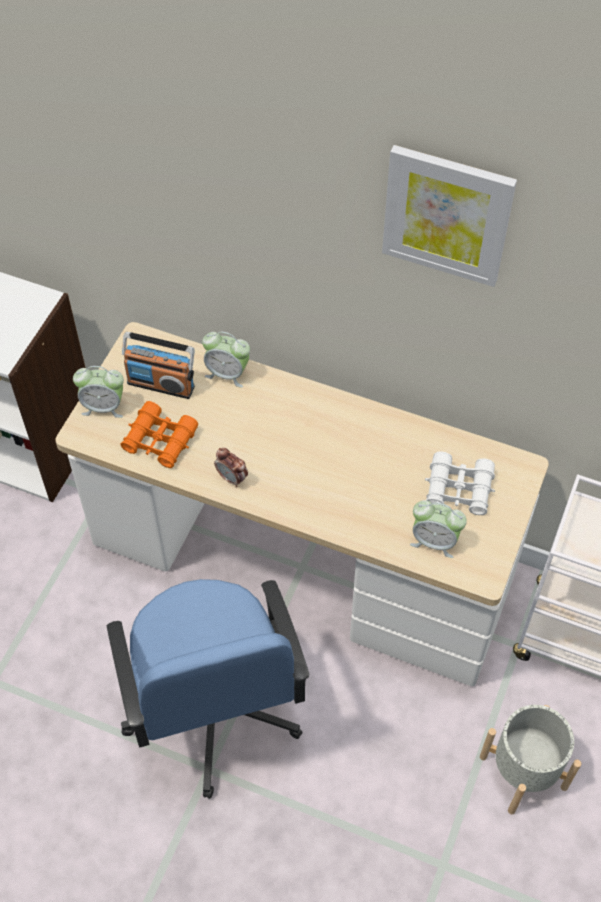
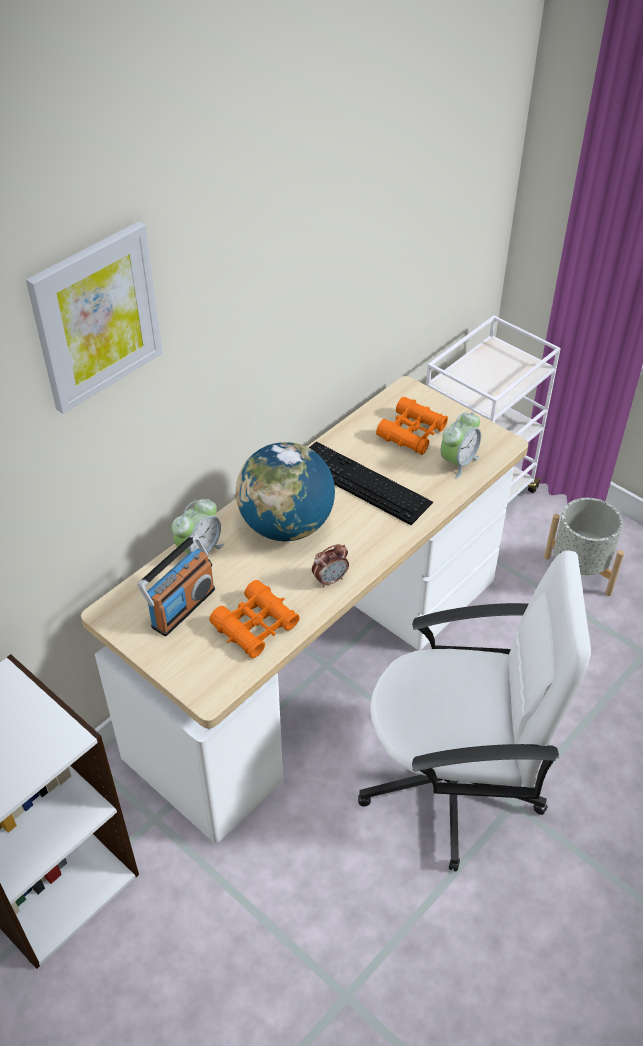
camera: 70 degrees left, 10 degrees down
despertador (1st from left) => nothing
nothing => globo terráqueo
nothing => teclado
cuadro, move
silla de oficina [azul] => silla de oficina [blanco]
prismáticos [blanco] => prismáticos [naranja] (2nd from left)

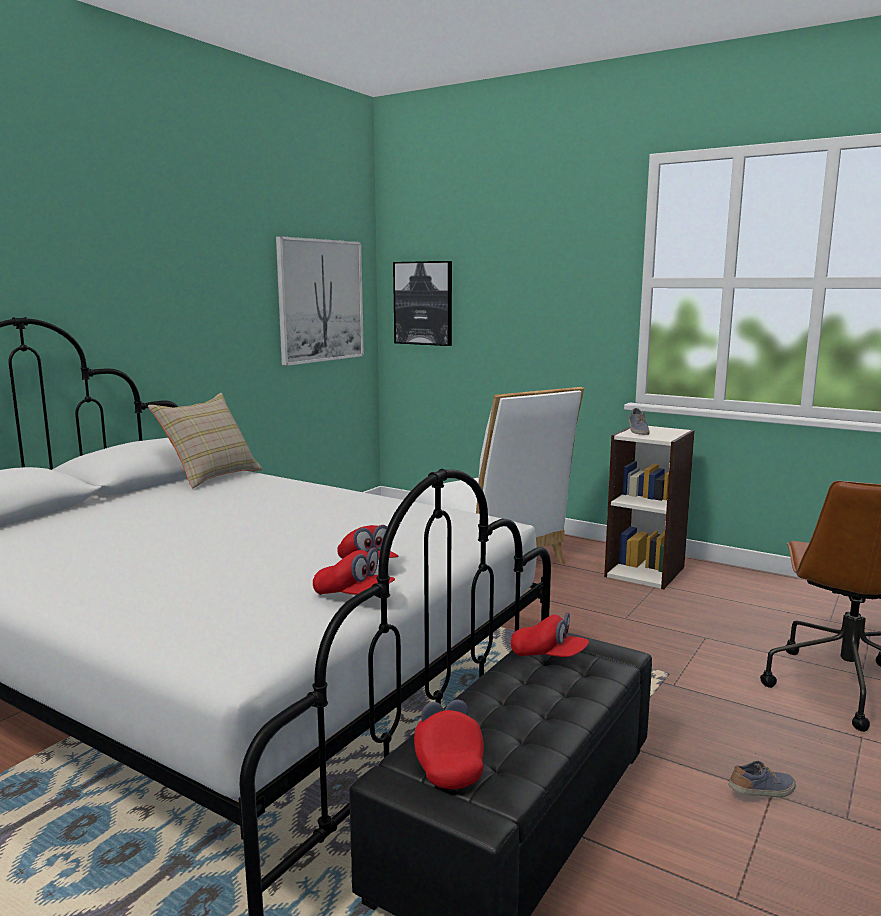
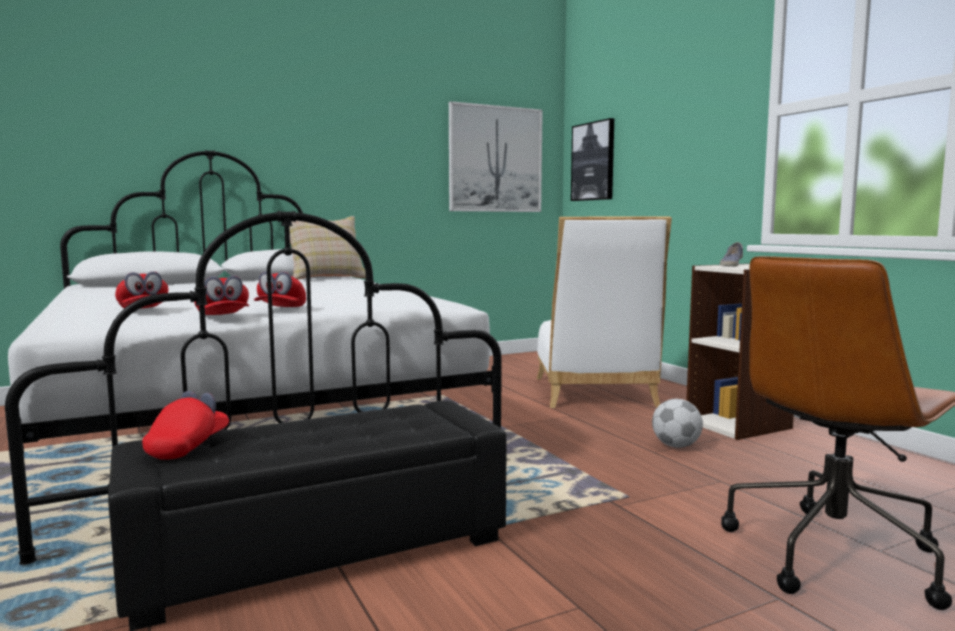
camera: 30 degrees right, 5 degrees down
zapato (2nd from left) => nothing
nothing => balón de fútbol
gorra [rojo] (4th from left in the first image) => gorra [rojo] (1st from left), move

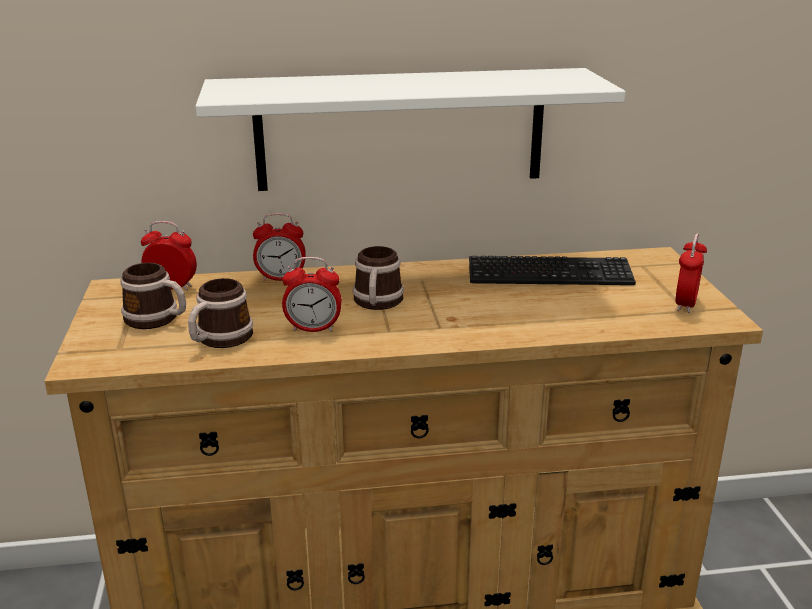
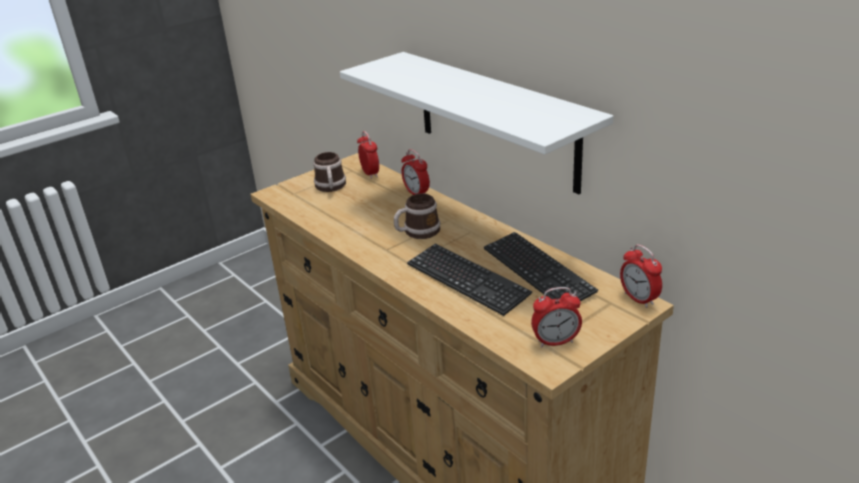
camera: 60 degrees right, 5 degrees up
taza grande (2nd from left) => nothing
nothing => teclado (1st from left)
despertador (3rd from left in the first image) => despertador (4th from left), move

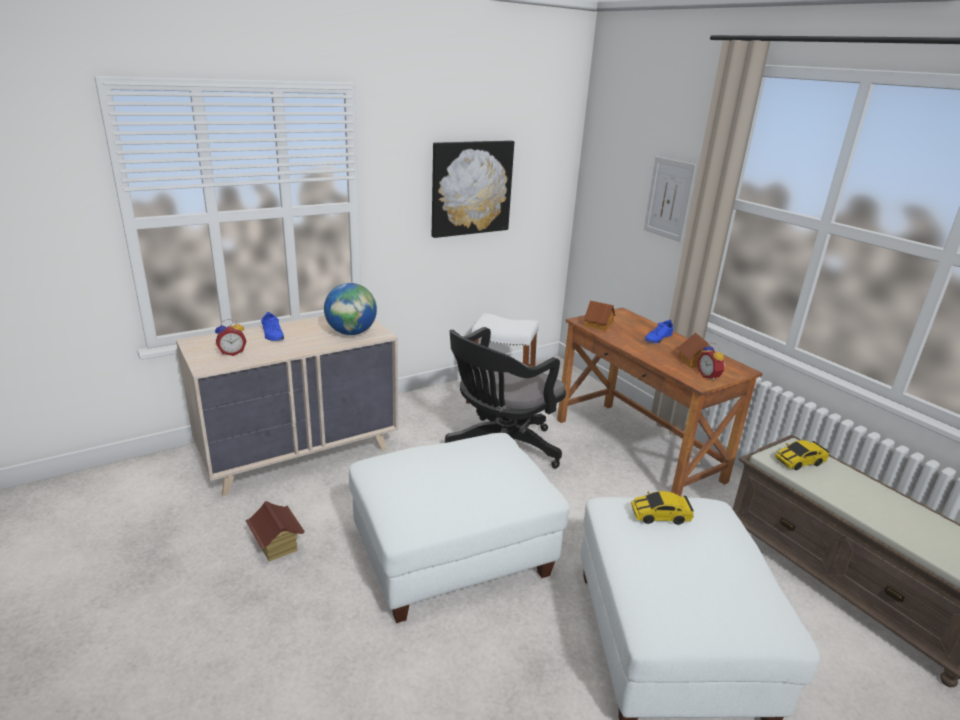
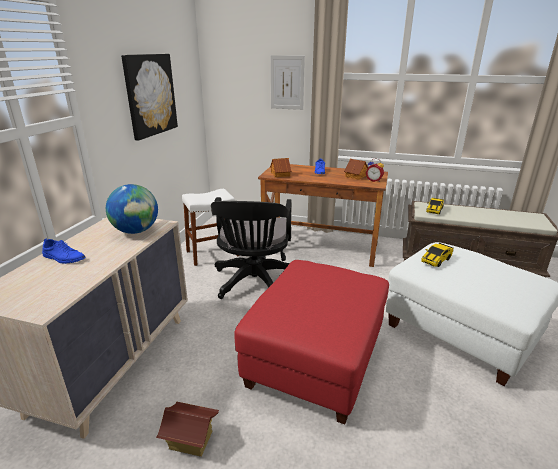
camera: 40 degrees left, 0 degrees up
despertador (1st from left) => nothing
puf [blanco] (1st from left) => puf [rojo]

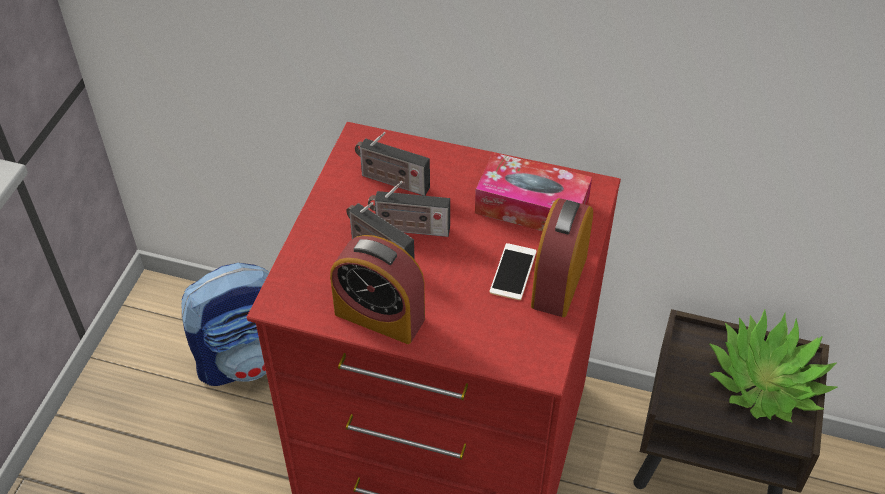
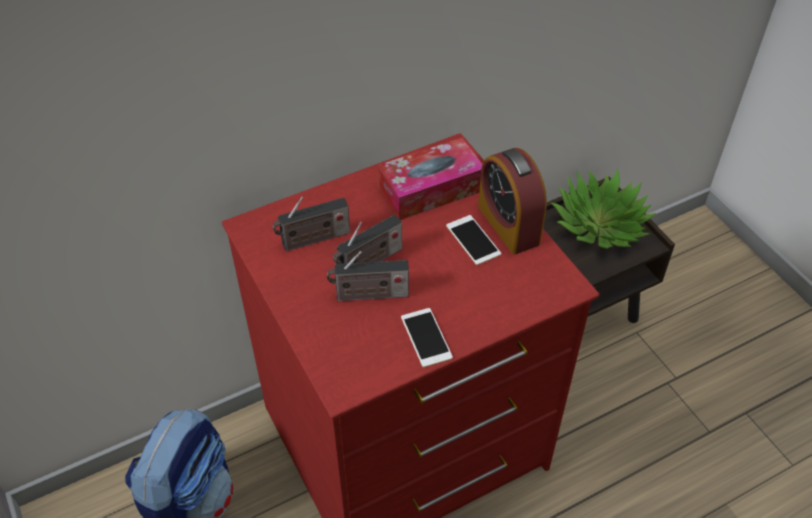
camera: 45 degrees left, 0 degrees up
despertador (1st from left) => móvil (1st from left)

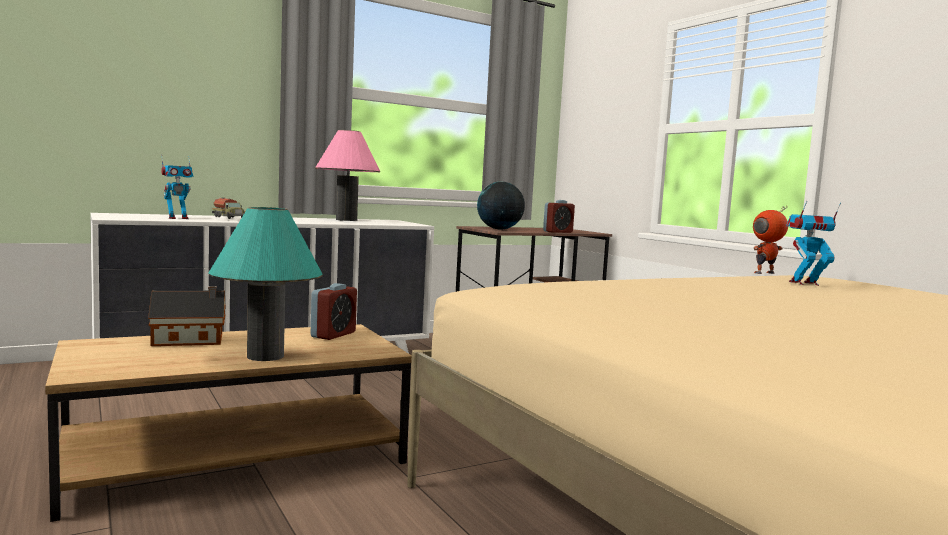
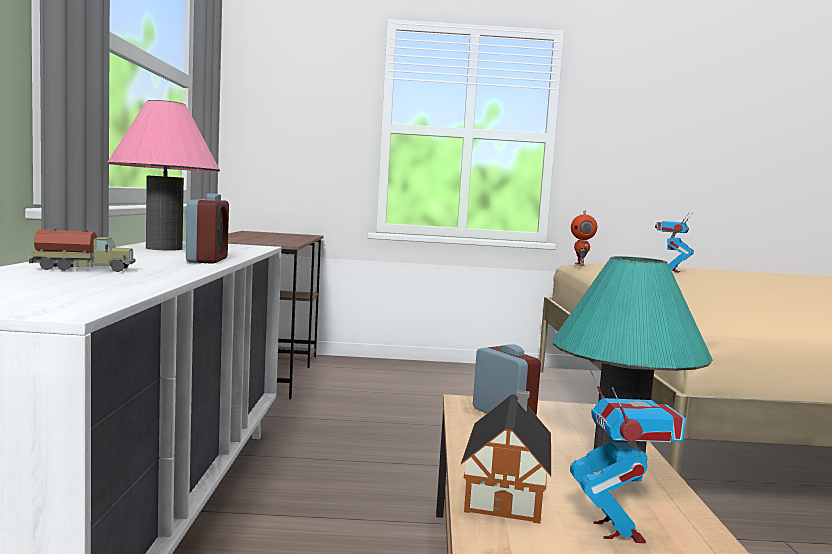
camera: 60 degrees left, 0 degrees up
globo terráqueo => nothing
robot de juguete (1st from left in the first image) => robot de juguete (2nd from left), move
despertador (2nd from left in the first image) => despertador (1st from left), move

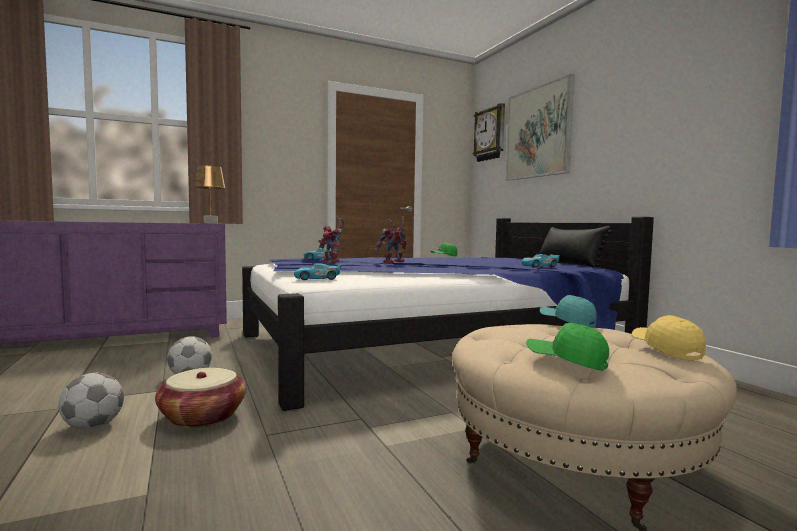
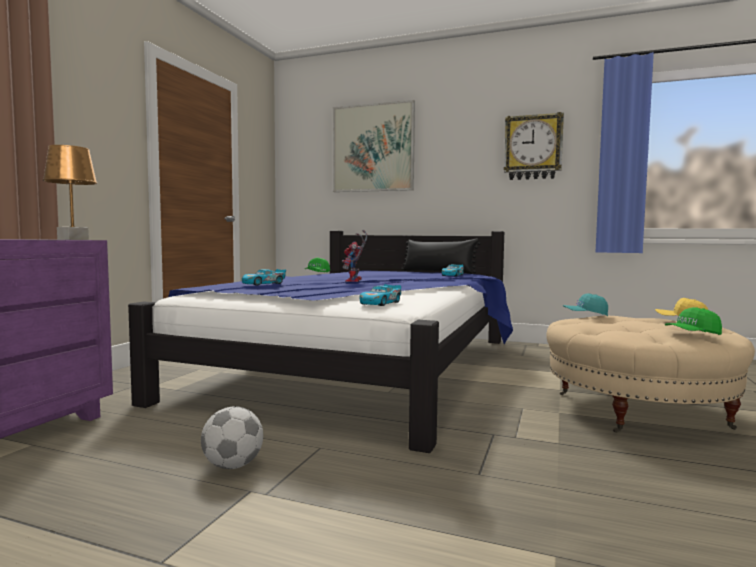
camera: 45 degrees left, 0 degrees up
balón de fútbol (1st from left) => nothing
cesta => nothing
robot de juguete (1st from left) => nothing
reloj de pared, move

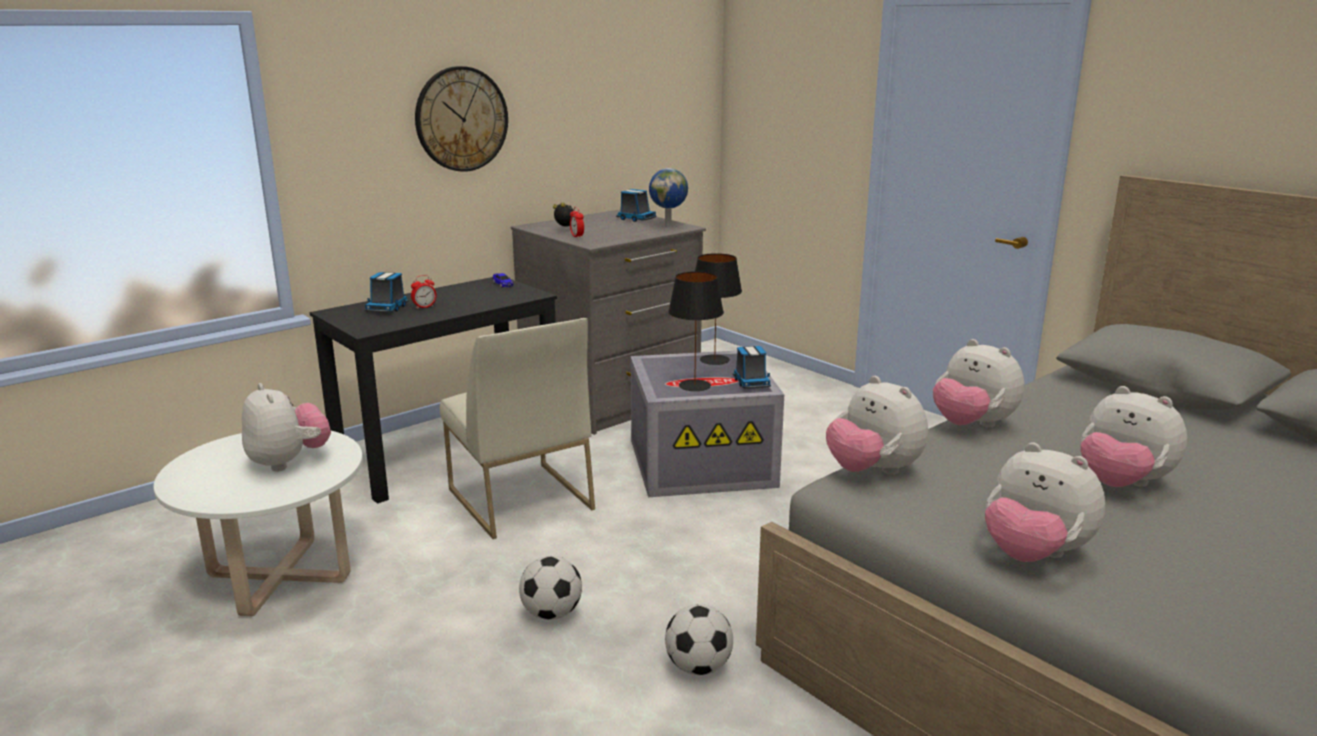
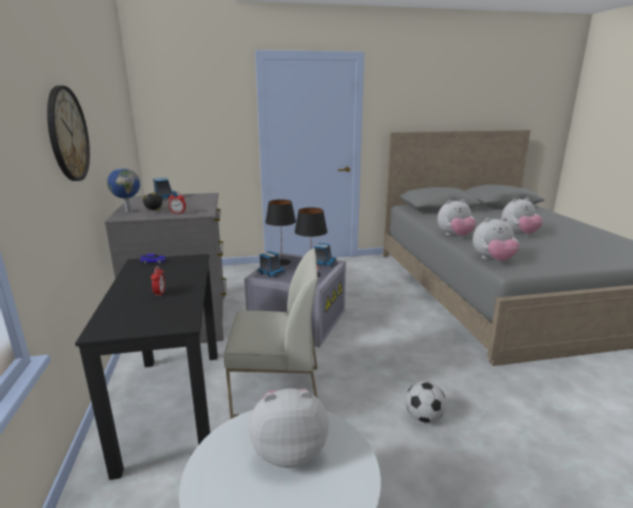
camera: 60 degrees left, 0 degrees up
balón de fútbol (2nd from left) => nothing
peluche (4th from left) => nothing
camión de juguete (1st from left in the first image) => camión de juguete (2nd from left), move
globo terráqueo, move

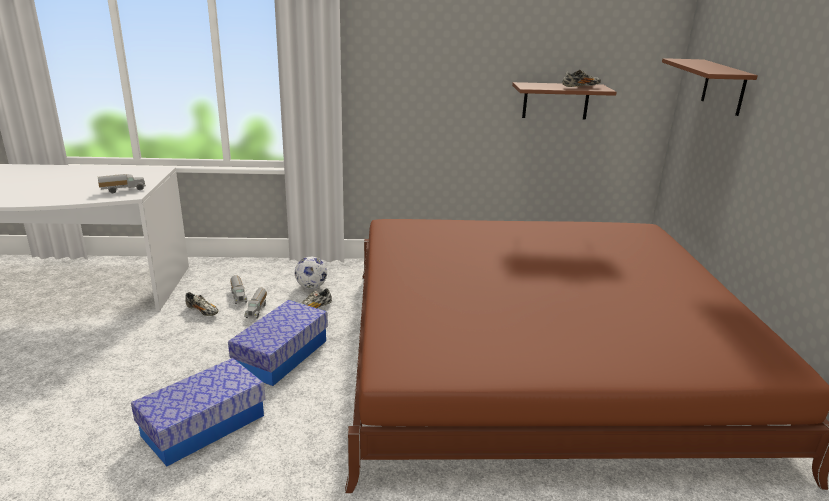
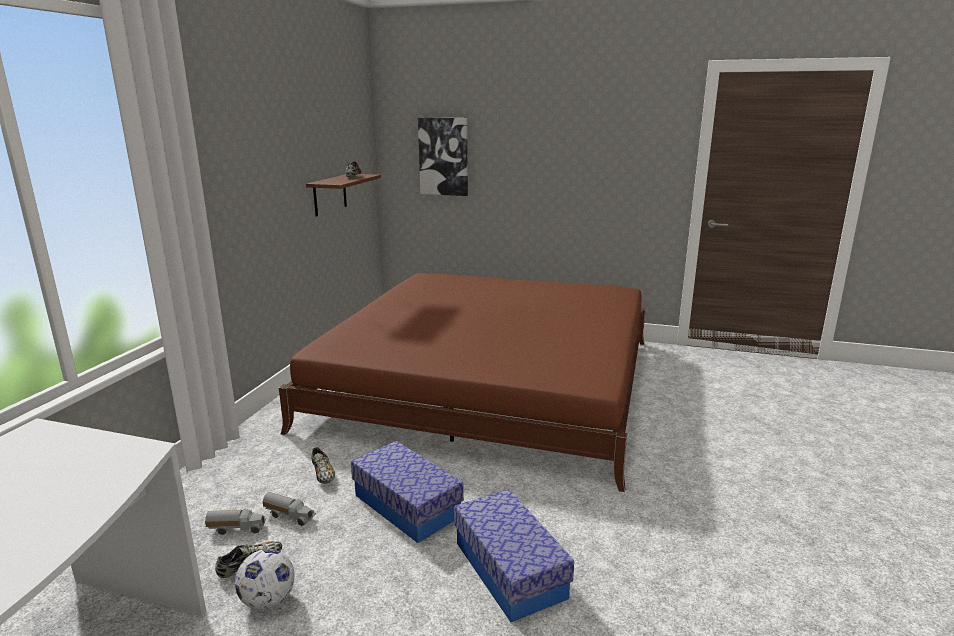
camera: 70 degrees left, 5 degrees down
camión de juguete (1st from left) => nothing
balón de fútbol, move
estante [marrón] (2nd from left) => cuadro

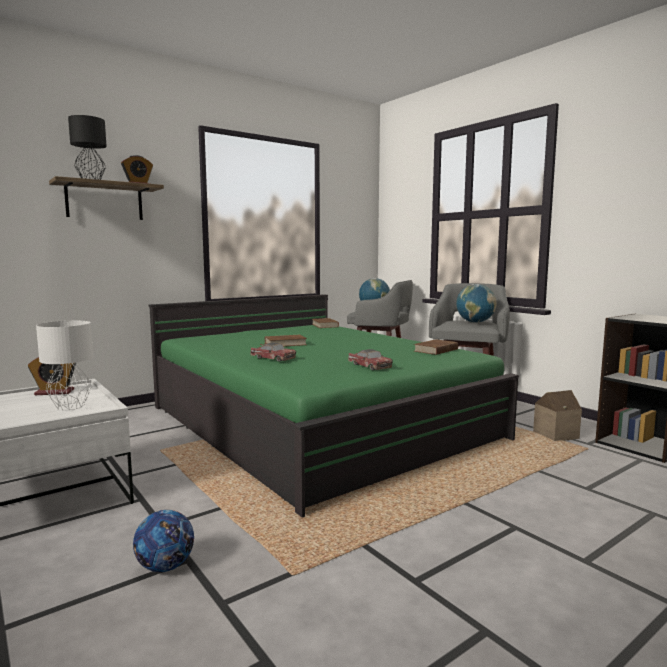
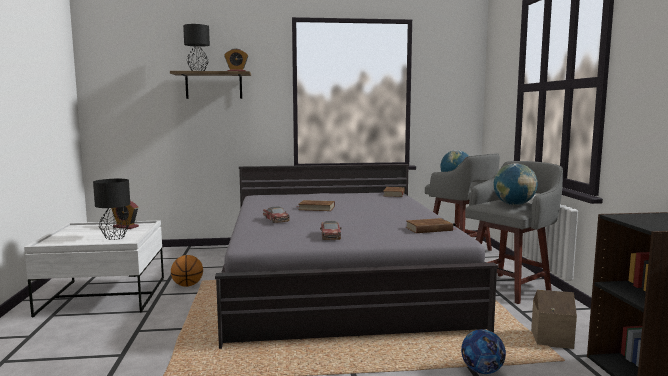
camera: 30 degrees right, 0 degrees up
nothing => balón de baloncesto
balón de fútbol, move
lámpara de mesa [blanco] => lámpara de mesa [negro] (1st from left)
cama [verde] => cama [gris]

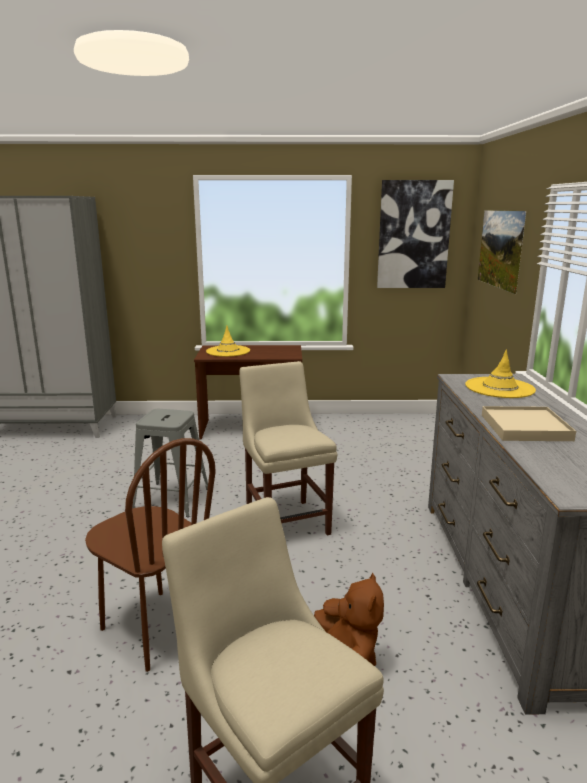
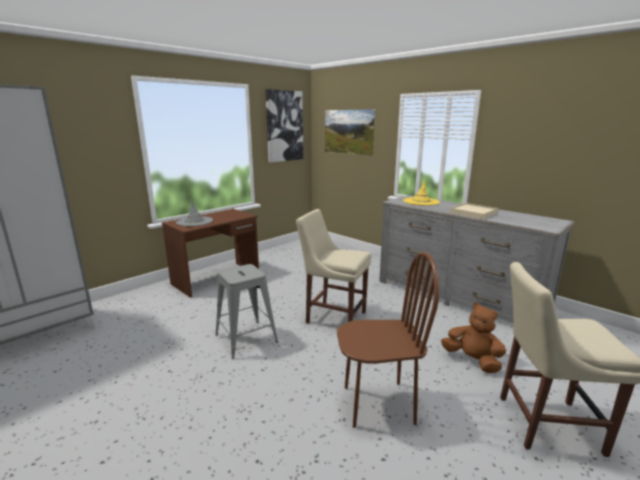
camera: 45 degrees left, 0 degrees up
sombrero [amarillo] (1st from left) => sombrero [gris]

